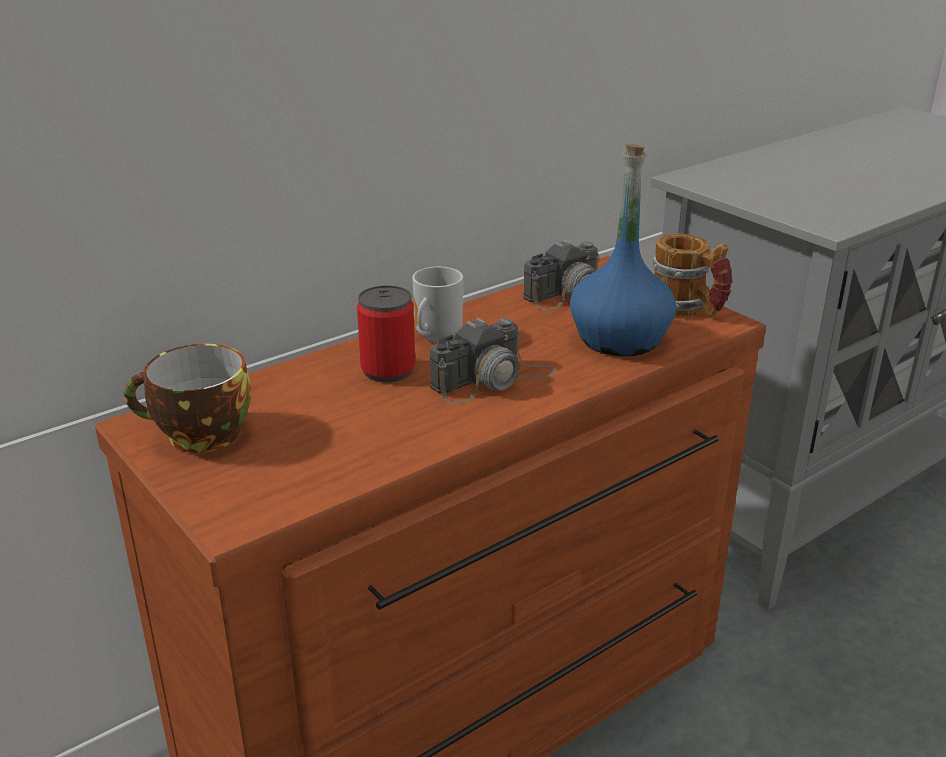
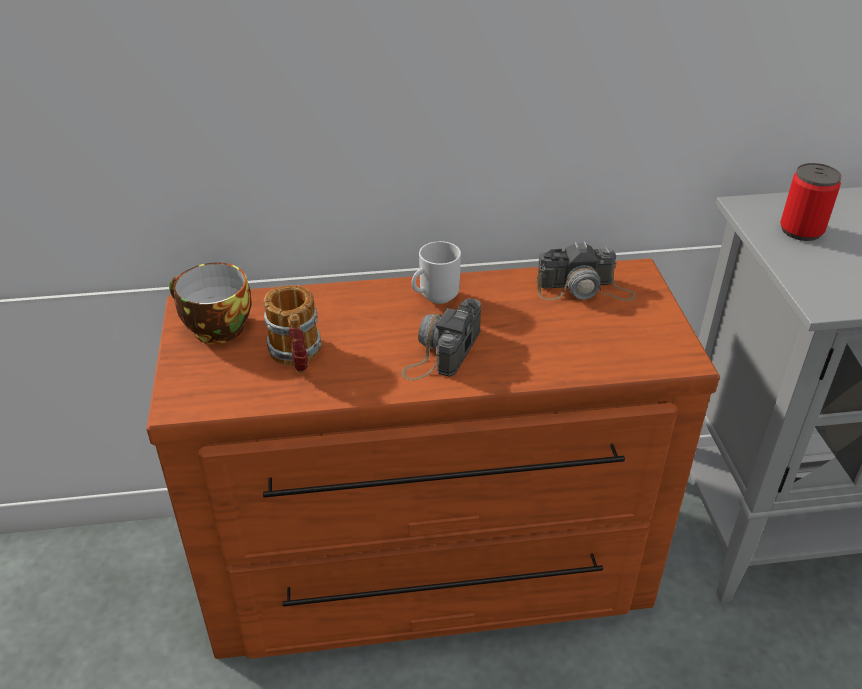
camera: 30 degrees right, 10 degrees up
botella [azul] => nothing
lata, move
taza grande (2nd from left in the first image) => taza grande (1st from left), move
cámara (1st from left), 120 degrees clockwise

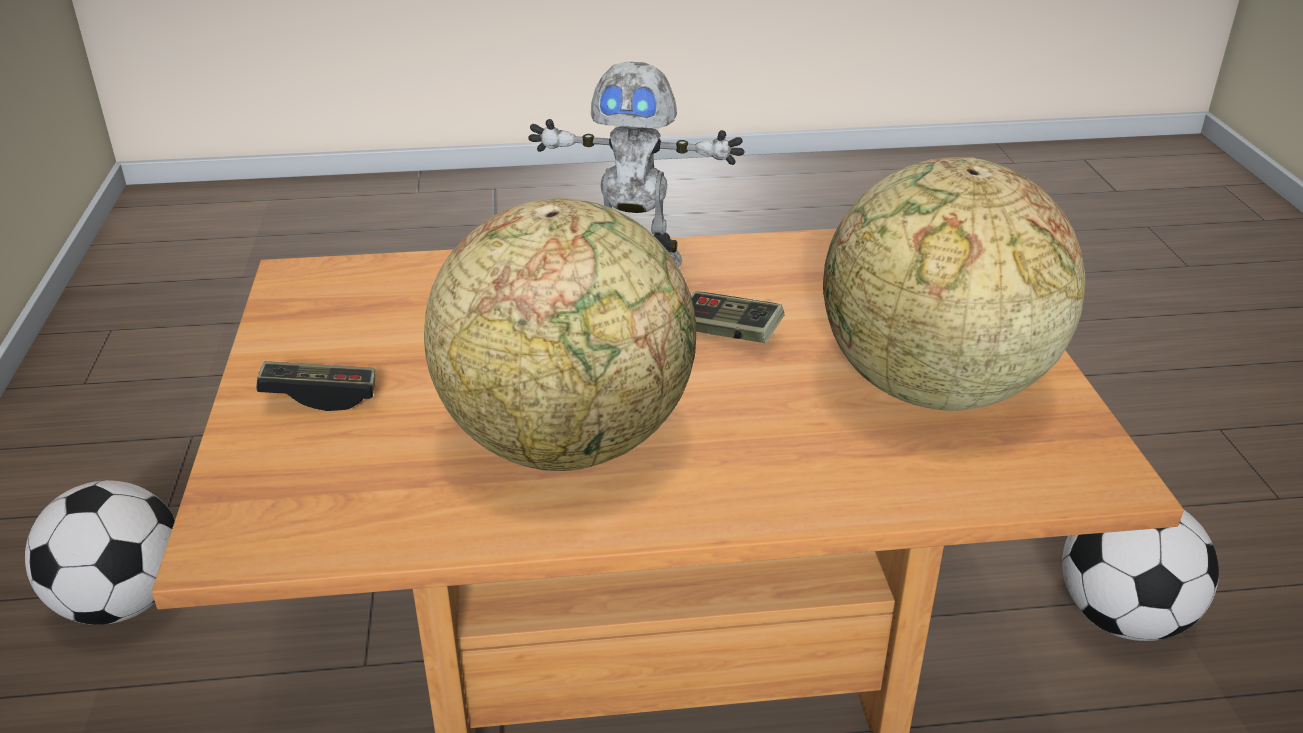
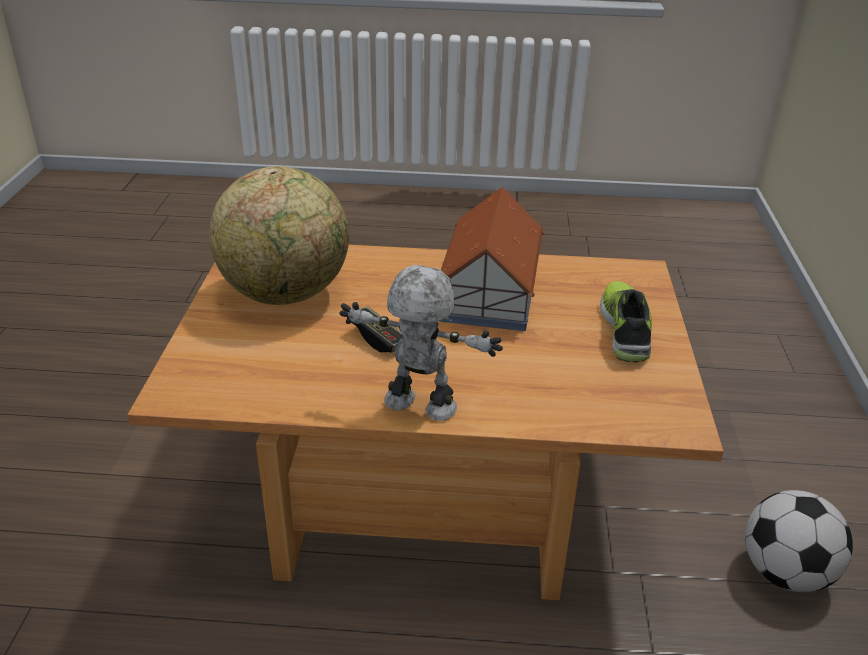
camera: 170 degrees left, 0 degrees up
balón de fútbol (2nd from left) => nothing
mando de consola (1st from left) => zapato
globo terráqueo (1st from left) => casita

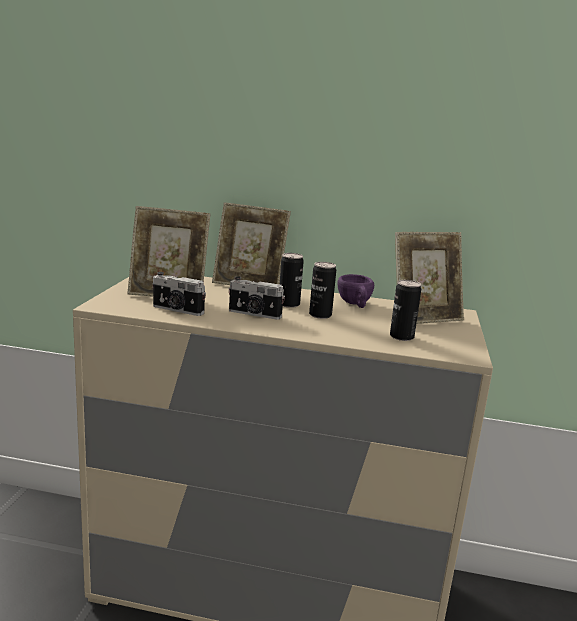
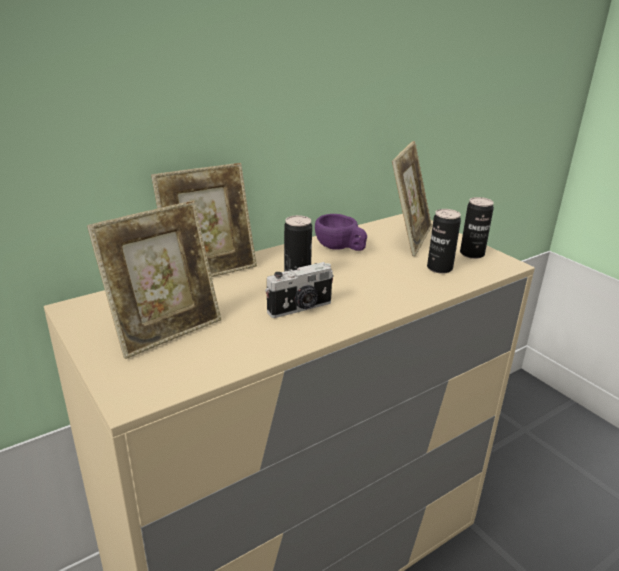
camera: 45 degrees left, 10 degrees up
cámara (1st from left) => nothing
lata (2nd from left in the first image) => lata (3rd from left), move

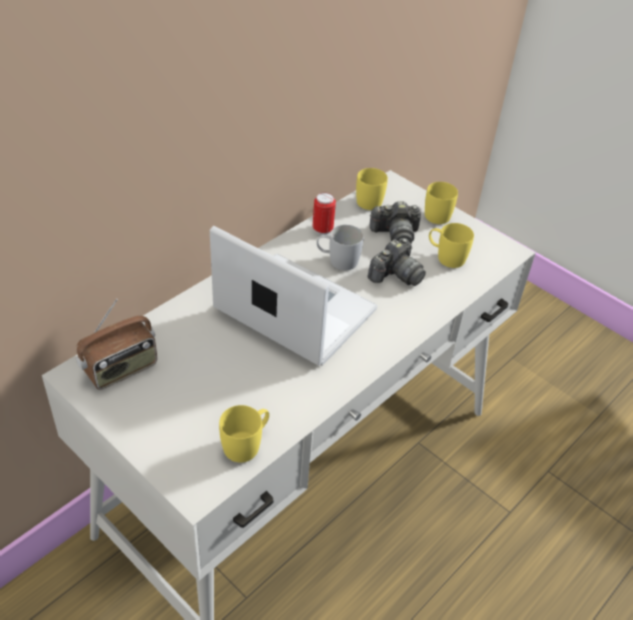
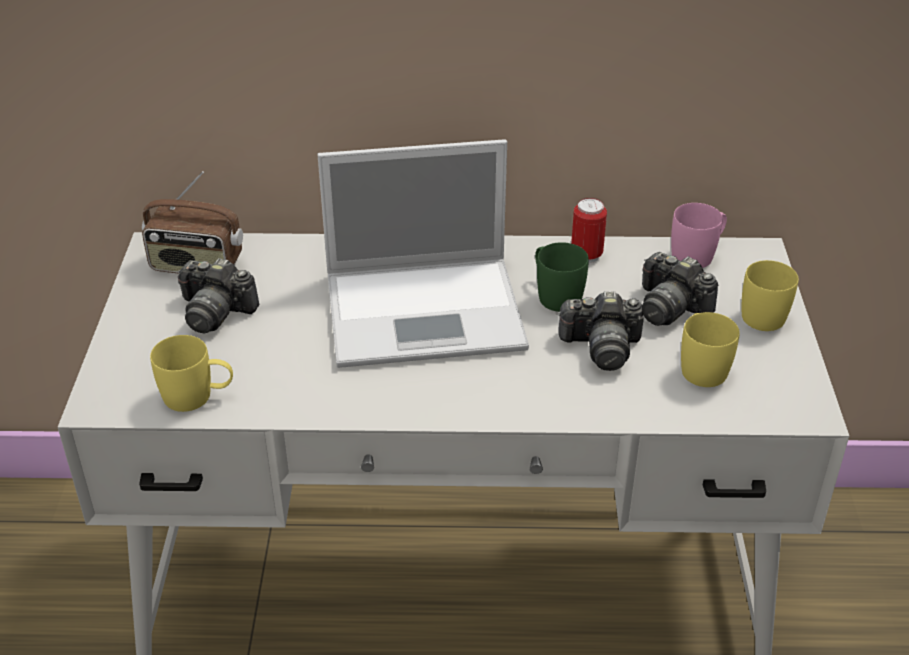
camera: 50 degrees right, 5 degrees down
nothing => cámara (1st from left)
taza grande [blanco] => taza grande [verde]
taza grande [amarillo] (2nd from left) => taza grande [rosa]
portátil, 90 degrees clockwise

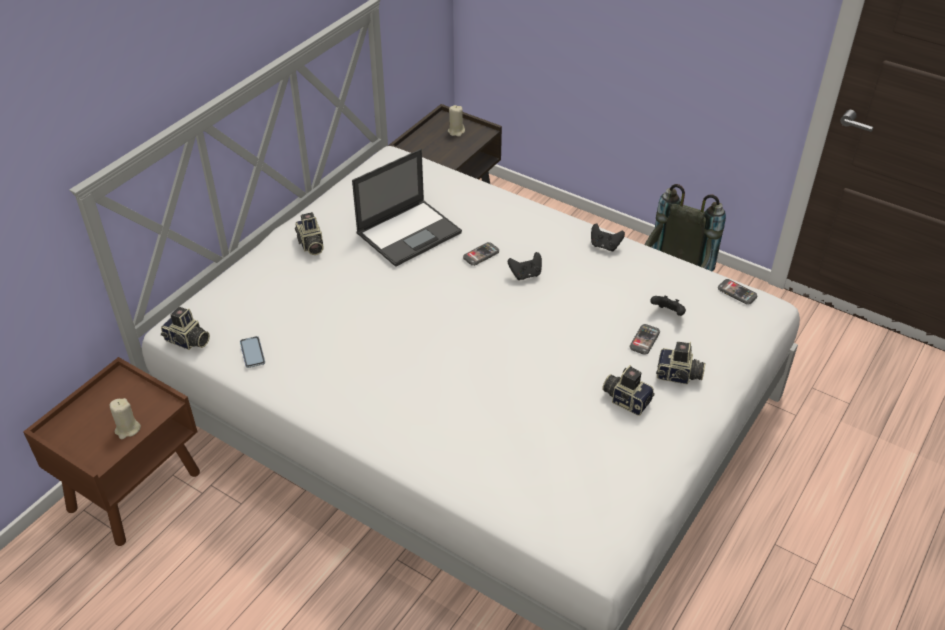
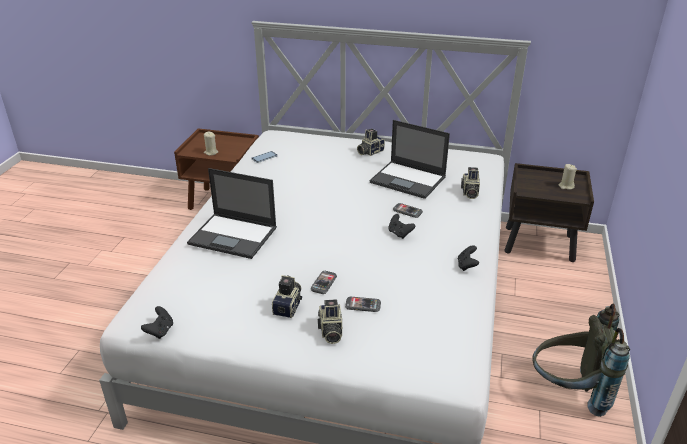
camera: 70 degrees right, 10 degrees down
nothing => portátil (1st from left)
cámara (1st from left in the first image) => cámara (4th from left), move
mando de consola [negro] (3rd from left in the first image) => mando de consola [negro] (1st from left), move
móvil (4th from left in the first image) => móvil (2nd from left), move

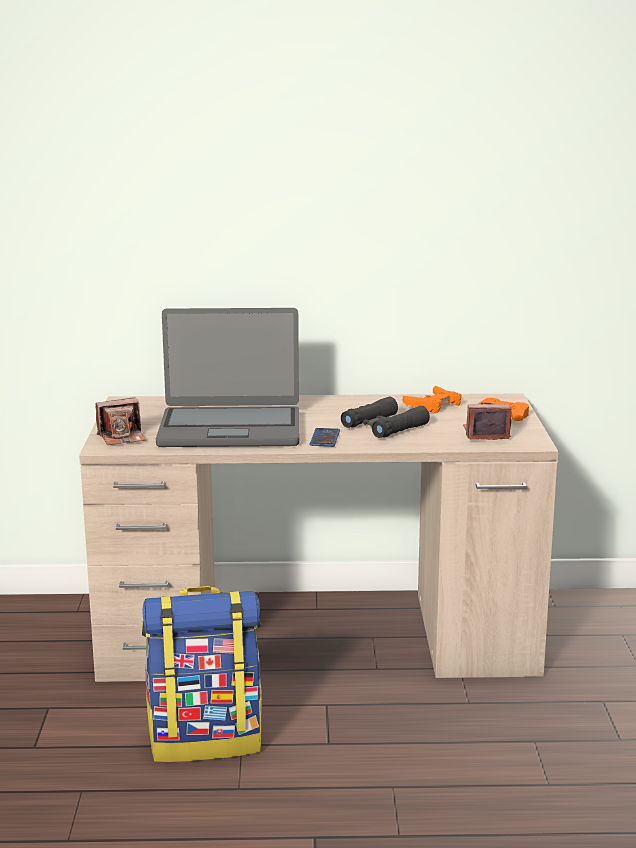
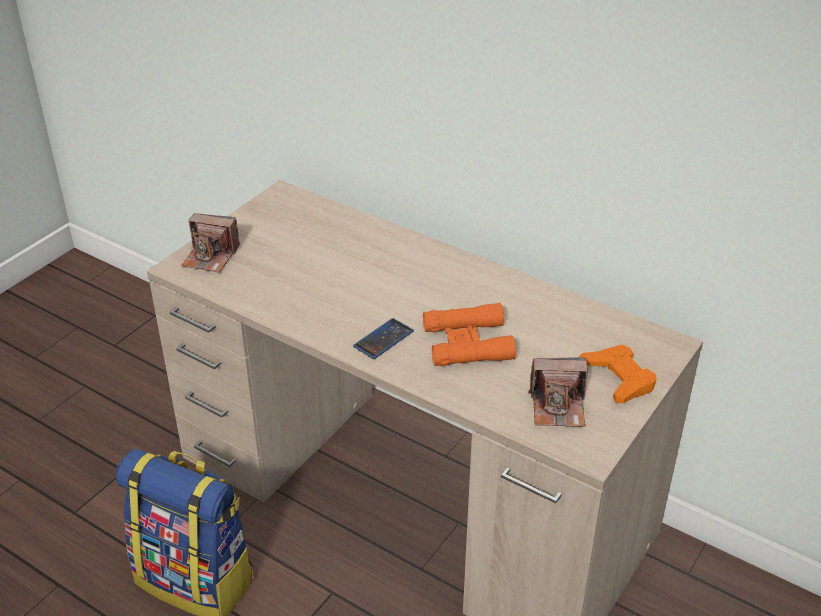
camera: 35 degrees right, 20 degrees up
portátil => nothing
mando de consola [naranja] (1st from left) => nothing
prismáticos [negro] => prismáticos [naranja]
cámara (2nd from left), 150 degrees clockwise

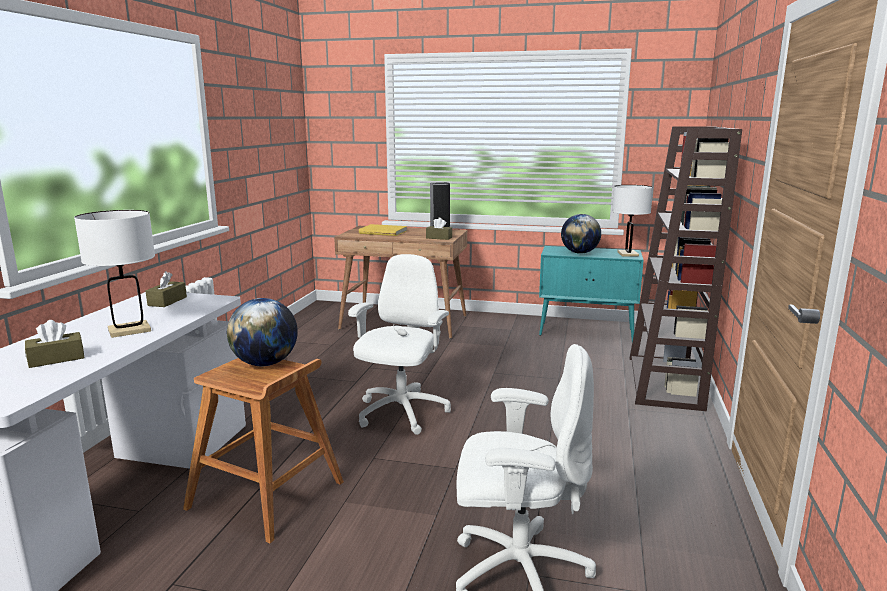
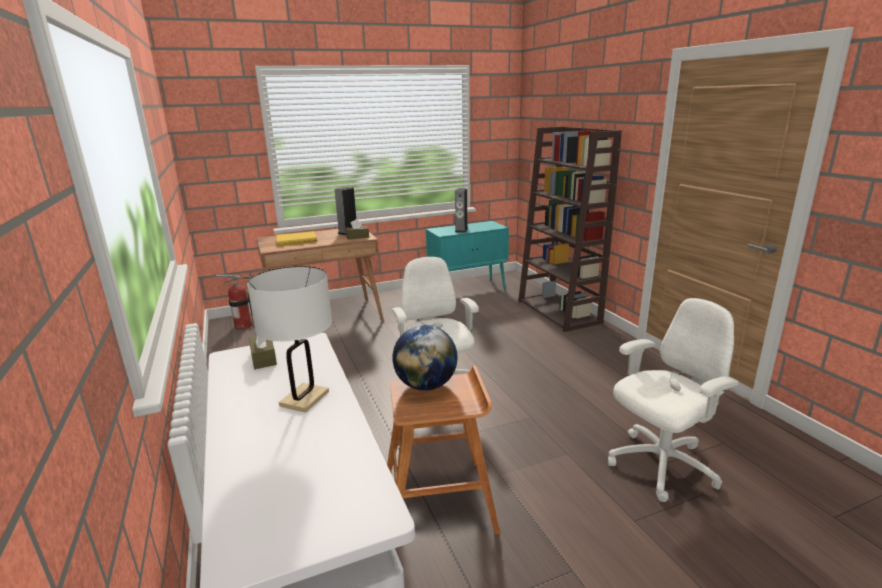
camera: 35 degrees left, 5 degrees up
caja de pañuelos [marrón] (1st from left) => nothing
lámpara de mesa [blanco] (2nd from left) => nothing
nothing => extintor
globo terráqueo (2nd from left) => altavoz (2nd from left)

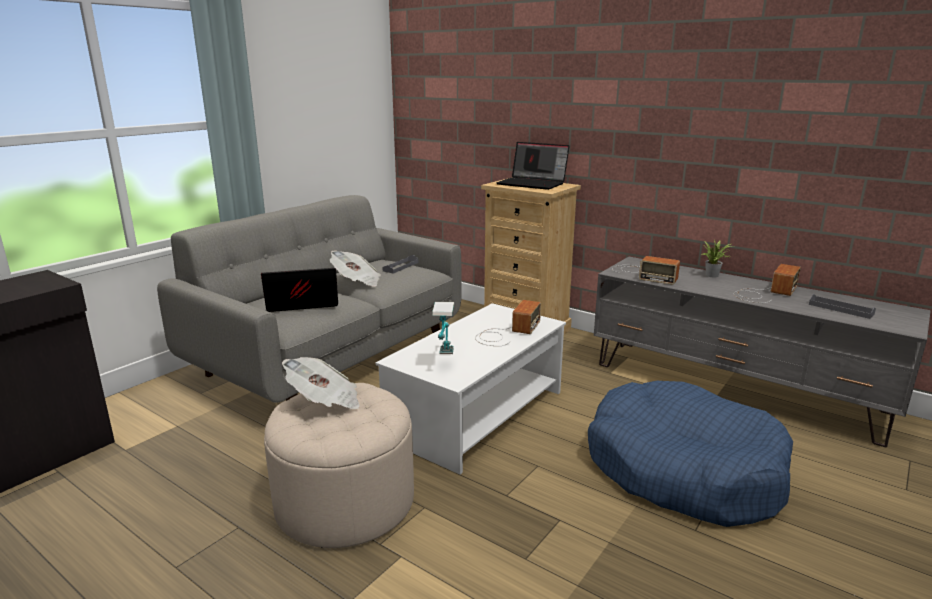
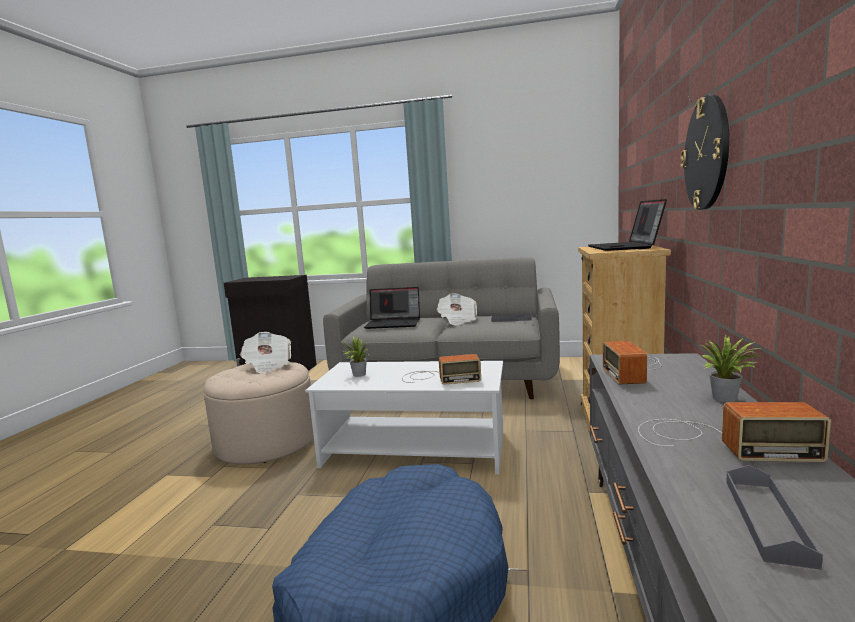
camera: 65 degrees right, 10 degrees down
nothing => reloj de pared
lámpara de mesa => planta en maceta (1st from left)
portátil (1st from left), 135 degrees clockwise

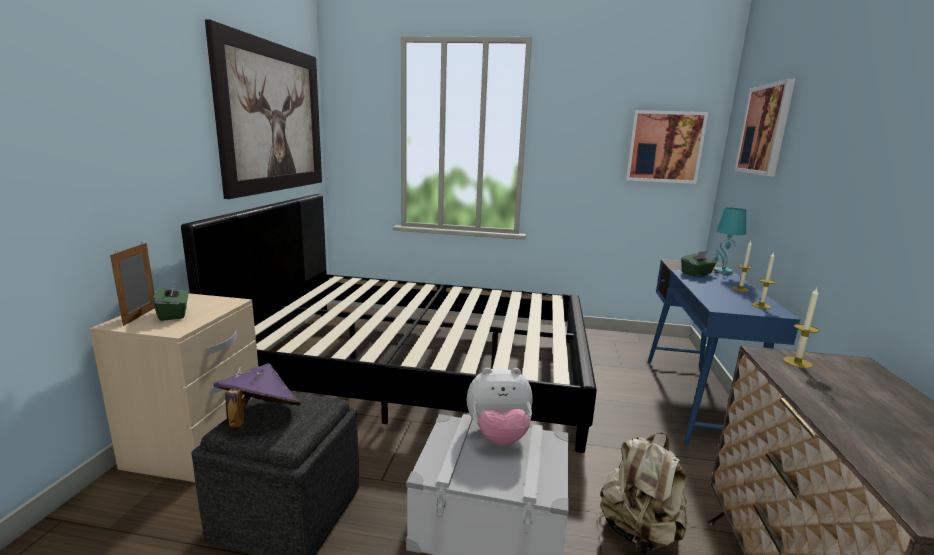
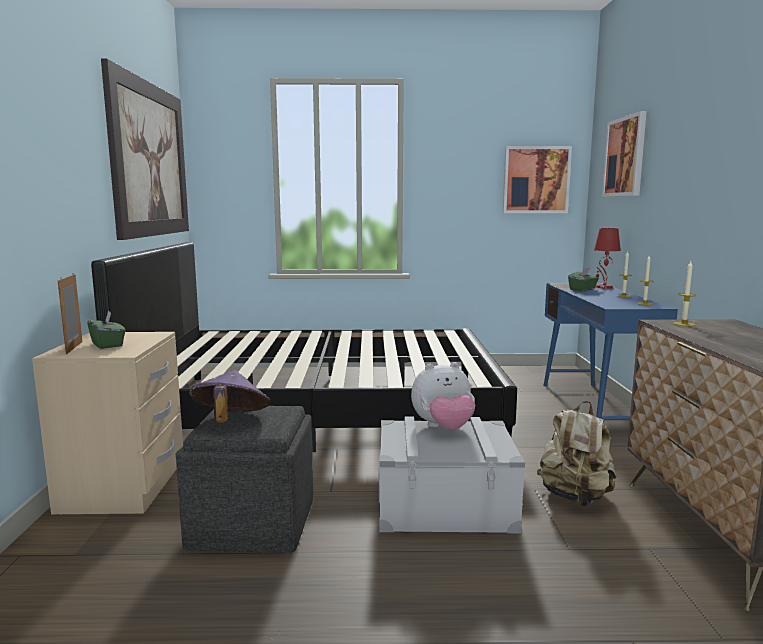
camera: 10 degrees left, 5 degrees down
lámpara de mesa [turquesa] => lámpara de mesa [rojo]

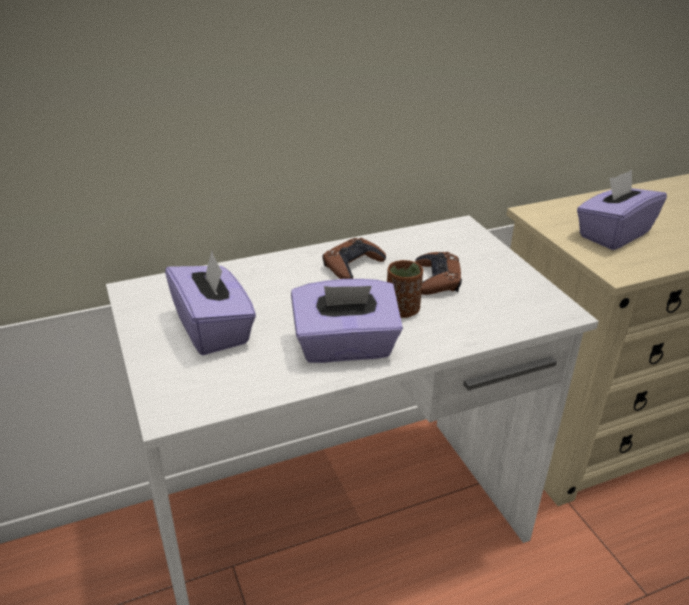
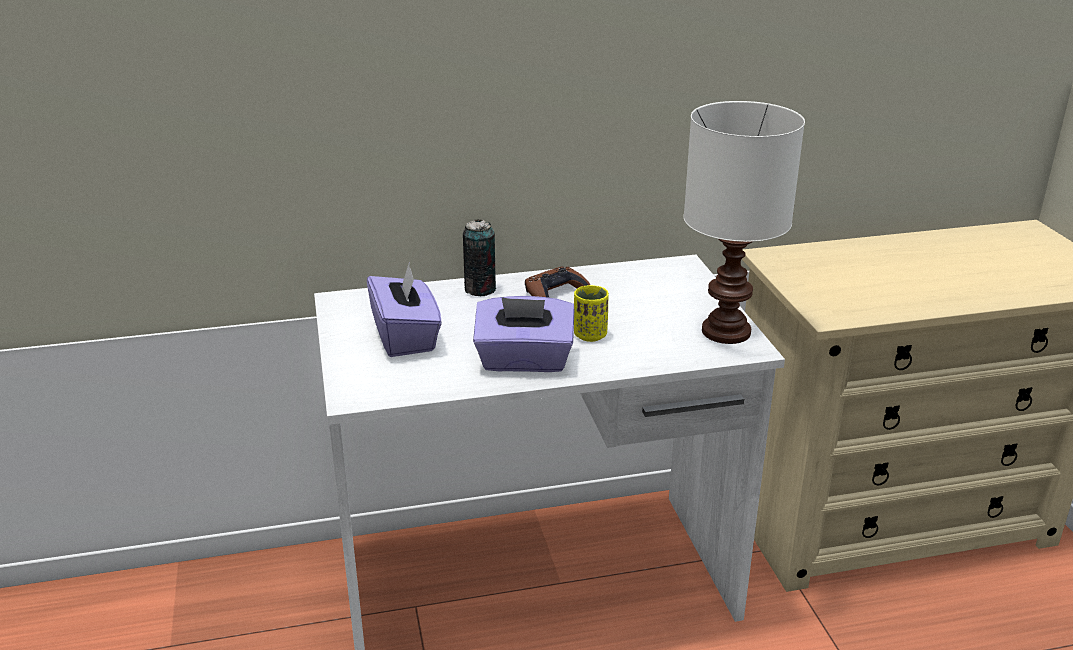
camera: 10 degrees right, 5 degrees down
mando de consola [marrón] (2nd from left) => nothing
caja de pañuelos [morado] (3rd from left) => nothing
nothing => lata
nothing => lámpara de mesa [blanco]
taza [marrón] => taza [amarillo]

